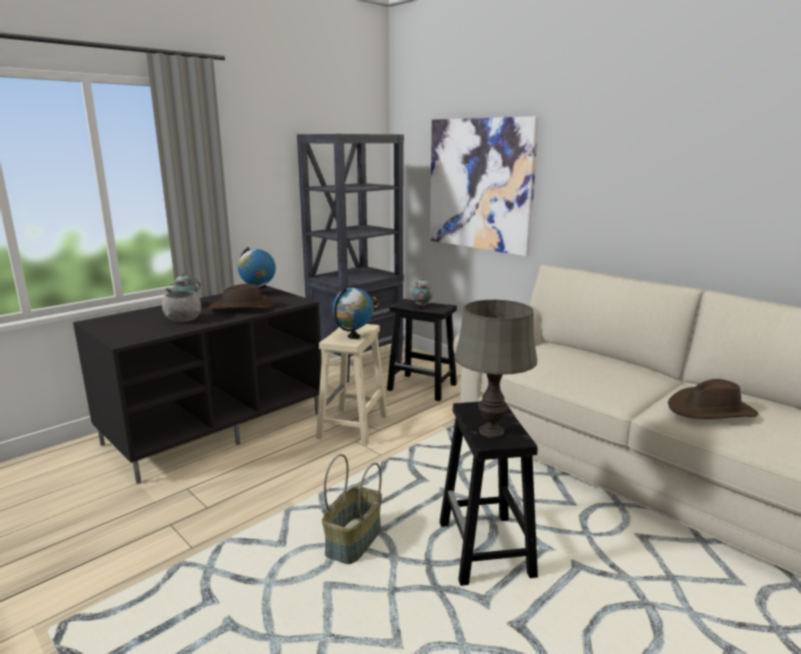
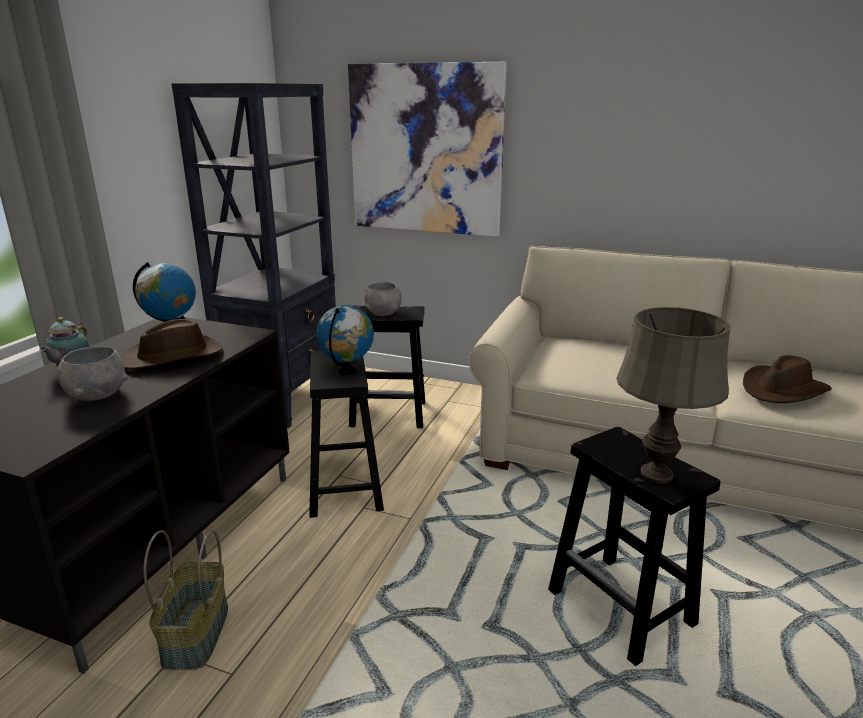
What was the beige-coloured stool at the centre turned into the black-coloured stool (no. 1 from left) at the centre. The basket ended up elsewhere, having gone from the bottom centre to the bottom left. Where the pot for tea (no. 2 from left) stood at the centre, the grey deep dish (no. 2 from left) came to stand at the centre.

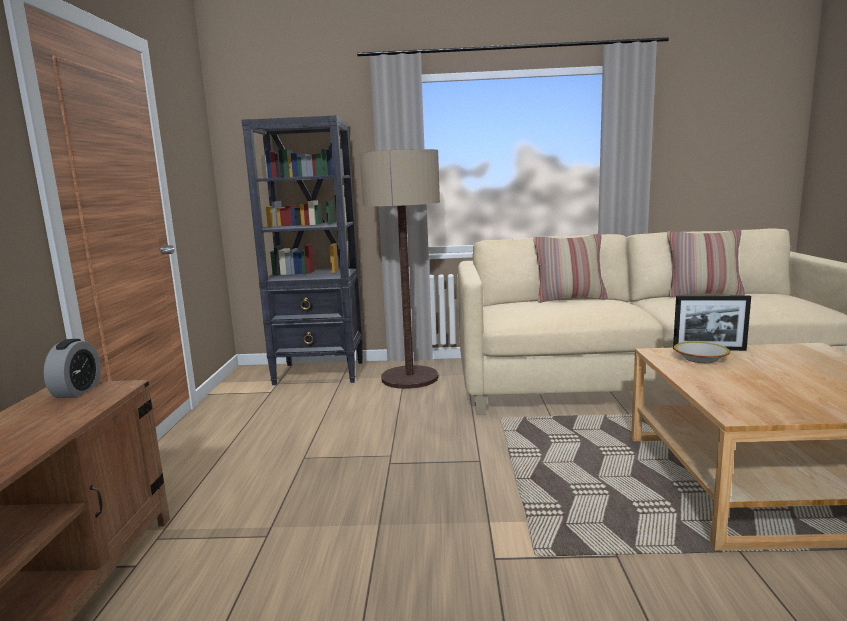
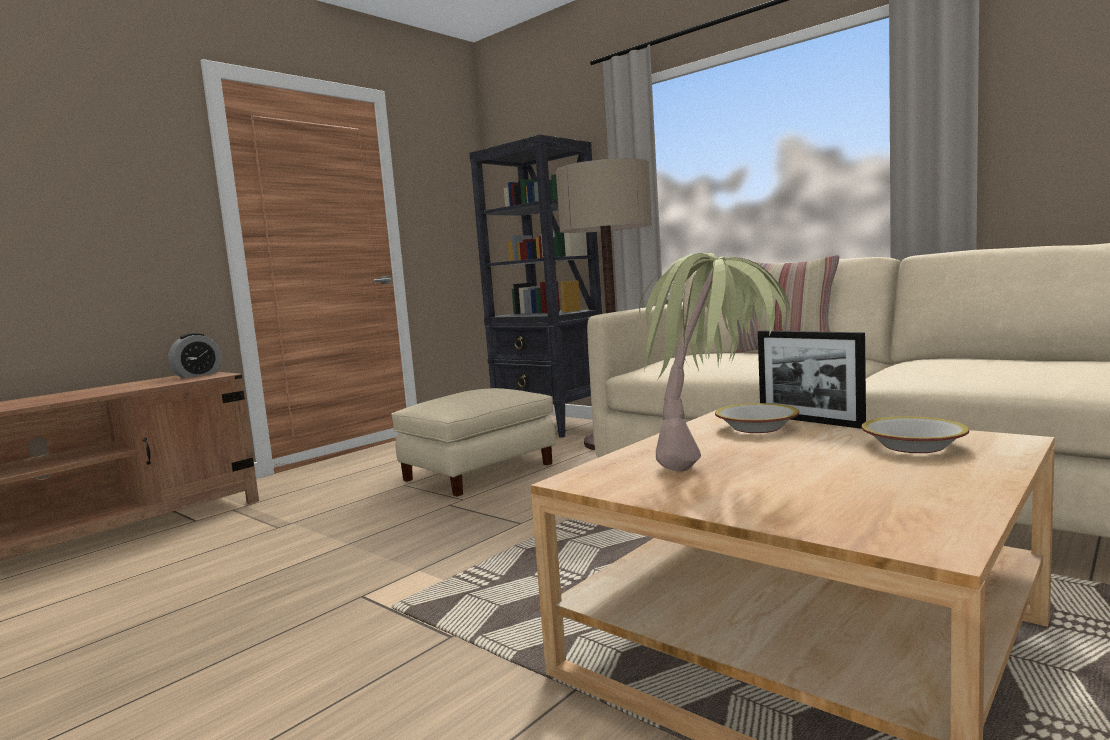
The second view lost the cushion (no. 2 from left) at the middle right. The second view gained the beige-coloured pouffe at the centre. The second view gained the plant in a pot at the centre. The second view gained the deep dish (no. 2 from left) at the middle right.

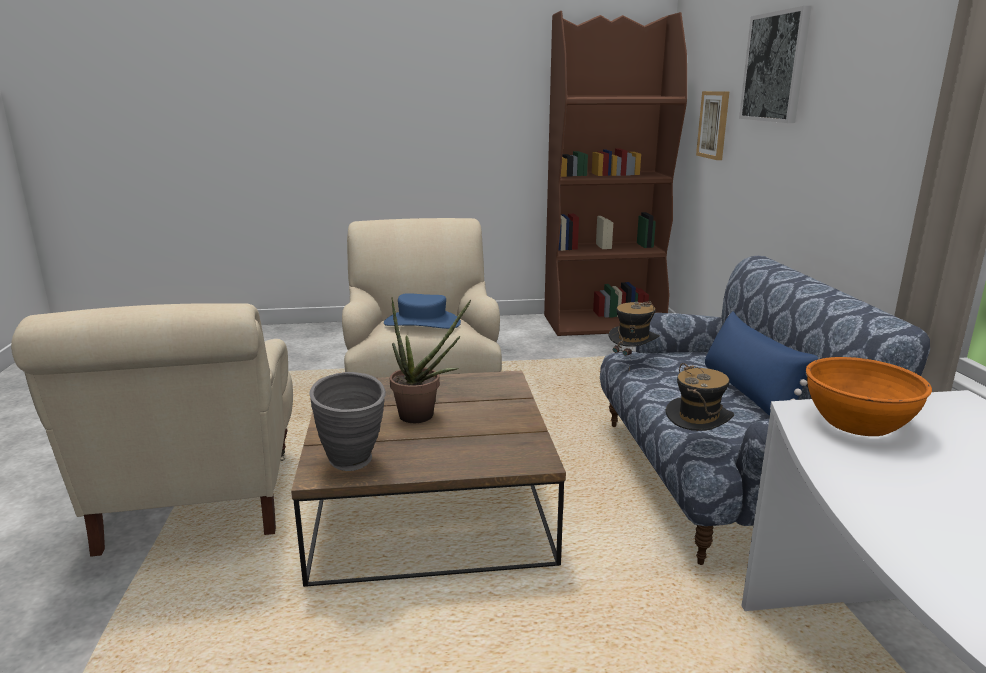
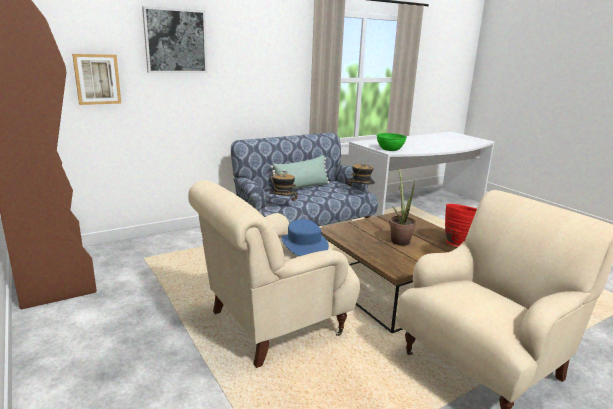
What was the grey flower vase at the centre turned into the red-coloured flower vase at the middle right. What was the blue-coloured cushion at the middle right turned into the green-coloured cushion at the centre. What was the orange deep dish at the middle right turned into the green-coloured deep dish at the centre.

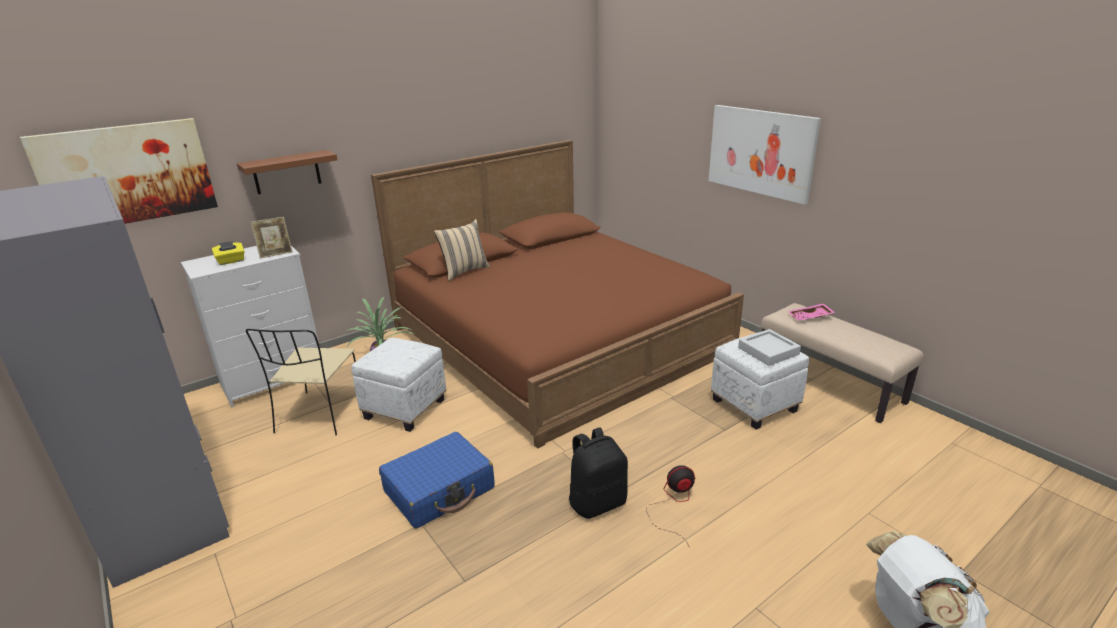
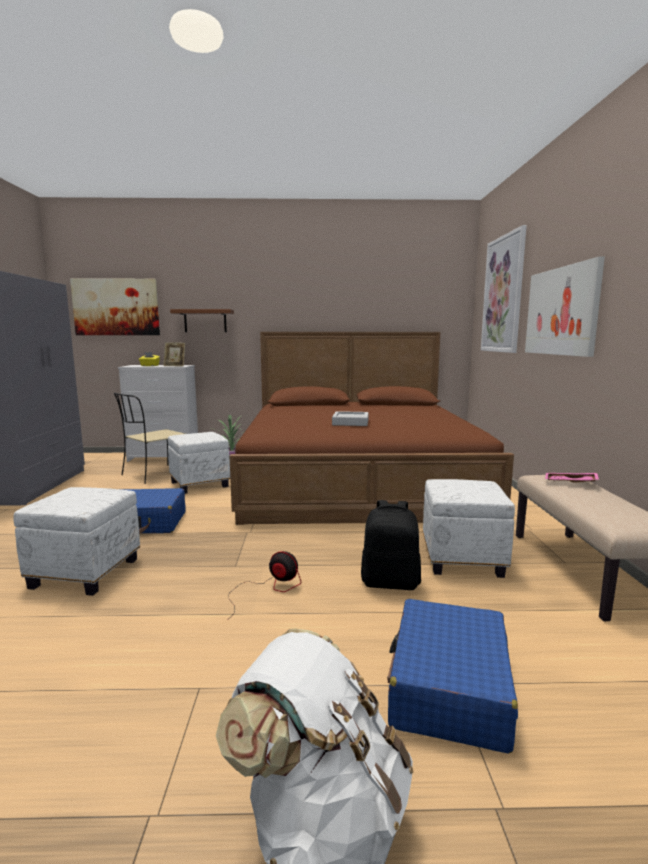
The second view lost the beige-coloured cushion at the centre. The black-coloured knapsack ended up elsewhere, having gone from the bottom centre to the centre. The grey tray ended up elsewhere, having gone from the middle right to the centre. The second view gained the whitish pouffe (no. 1 from left) at the middle left. The second view gained the blue-coloured suitcase (no. 2 from left) at the bottom right. The second view gained the wall picture (no. 2 from left) at the middle right.

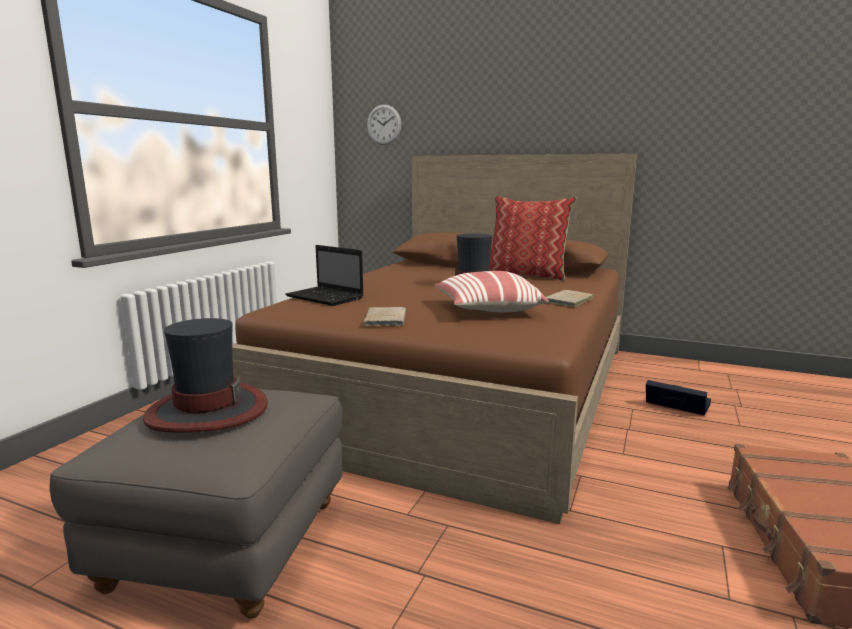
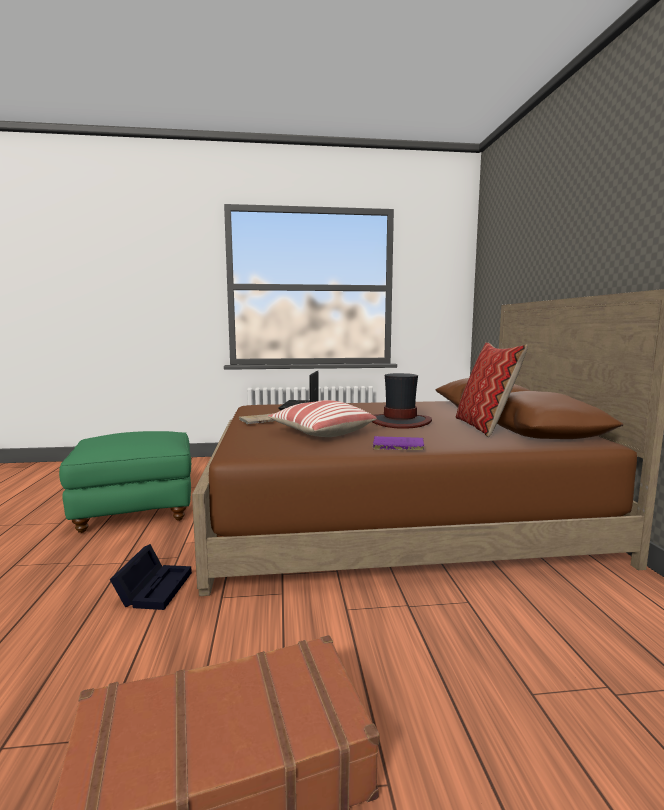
What was the grey pouffe at the bottom left turned into the green-coloured pouffe at the middle left. The second view lost the clothing hat (no. 1 from left) at the middle left. The second view lost the wall clock at the top centre. What was the beige-coloured bound book (no. 2 from left) at the middle right turned into the purplish bound book at the centre. The black-coloured storage container ended up elsewhere, having gone from the middle right to the bottom left.

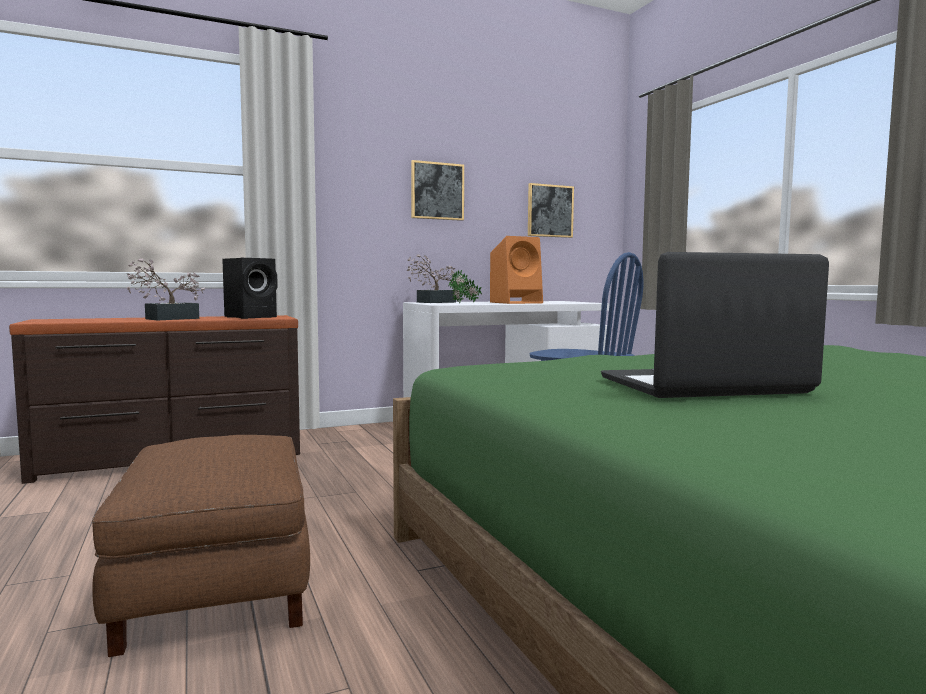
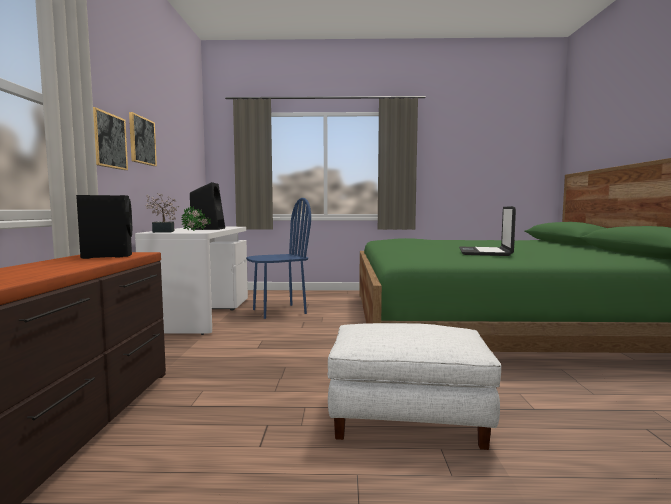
What was the brown pouffe at the bottom left turned into the whitish pouffe at the bottom centre. The second view lost the plant in a pot (no. 1 from left) at the middle left. What was the orange loudspeaker at the centre turned into the black-coloured loudspeaker (no. 2 from left) at the middle left. The wall picture (no. 2 from left in the first image) ended up elsewhere, having gone from the top centre to the top left.

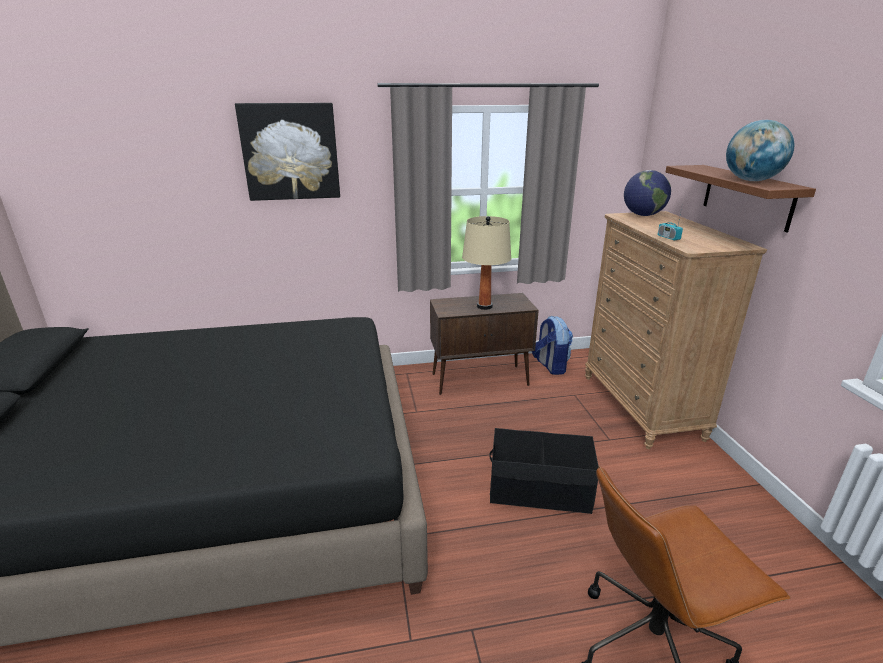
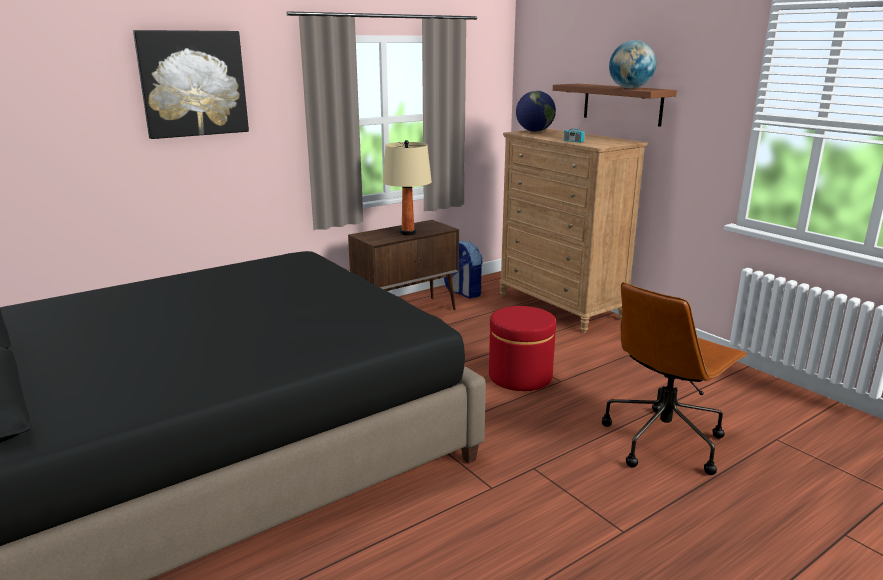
Where the black-coloured storage container stood at the bottom centre, the red-coloured pouffe came to stand at the centre.

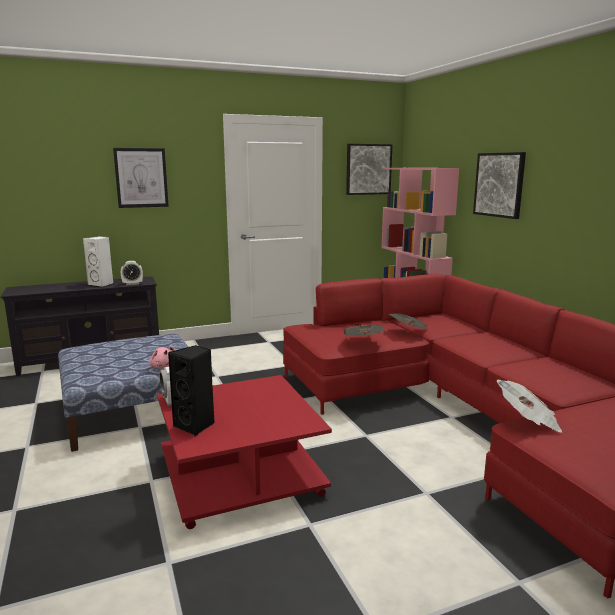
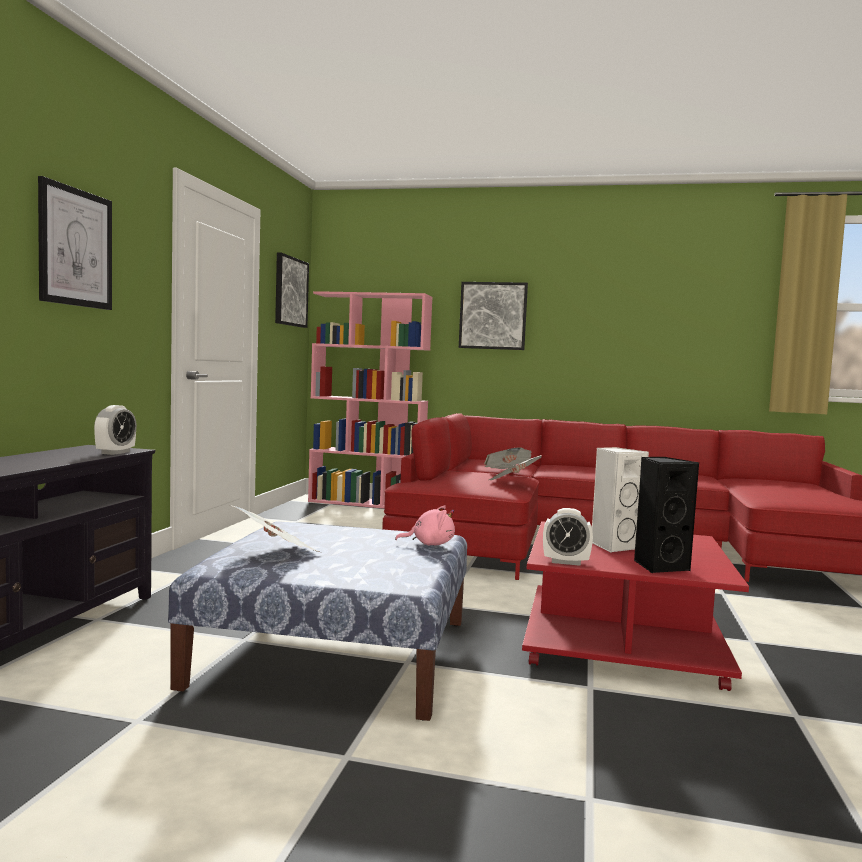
The whitish loudspeaker ended up elsewhere, having gone from the middle left to the middle right. The daily paper (no. 3 from left in the first image) ended up elsewhere, having gone from the middle right to the middle left.

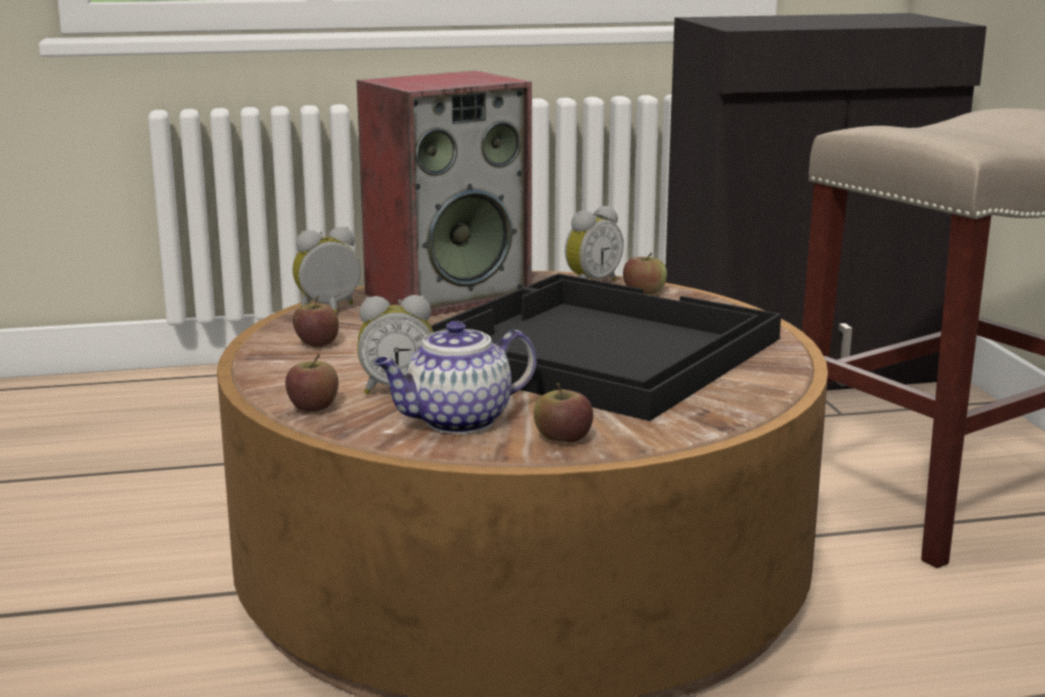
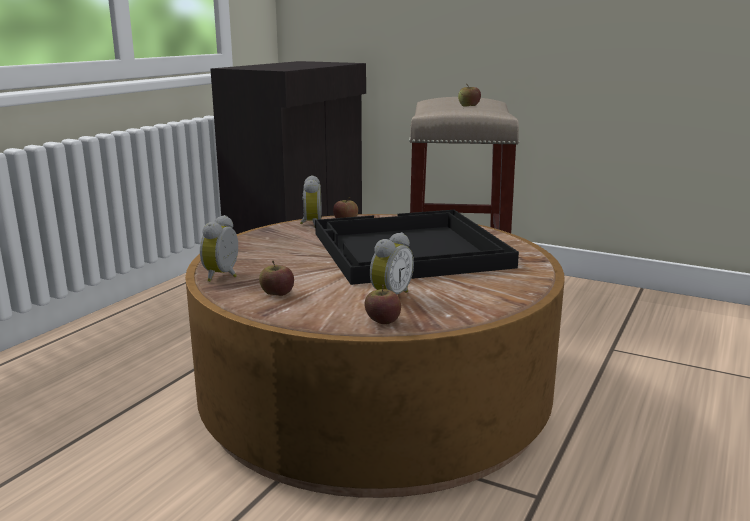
The second view lost the loudspeaker at the top centre. The second view lost the pot for tea at the centre. The apple (no. 3 from left in the first image) ended up elsewhere, having gone from the centre to the top centre.

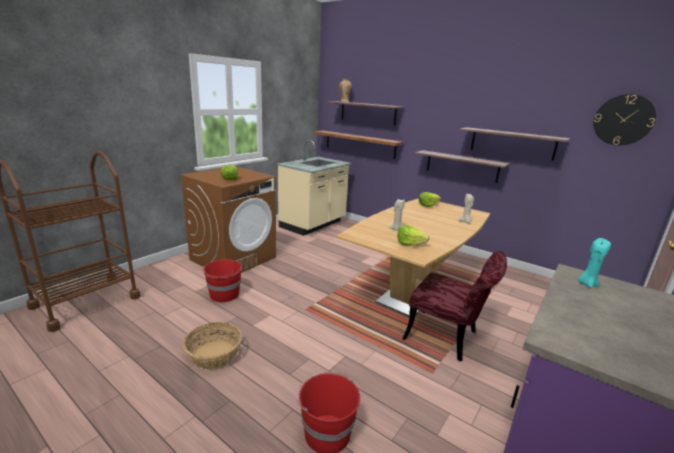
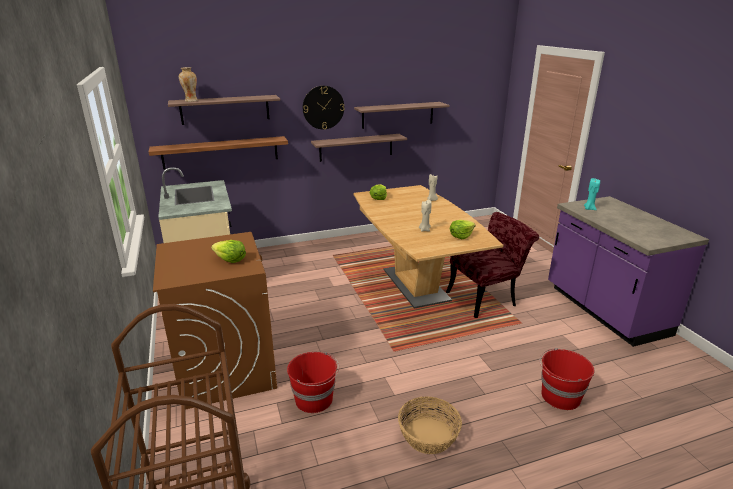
The wall clock ended up elsewhere, having gone from the top right to the top centre.

